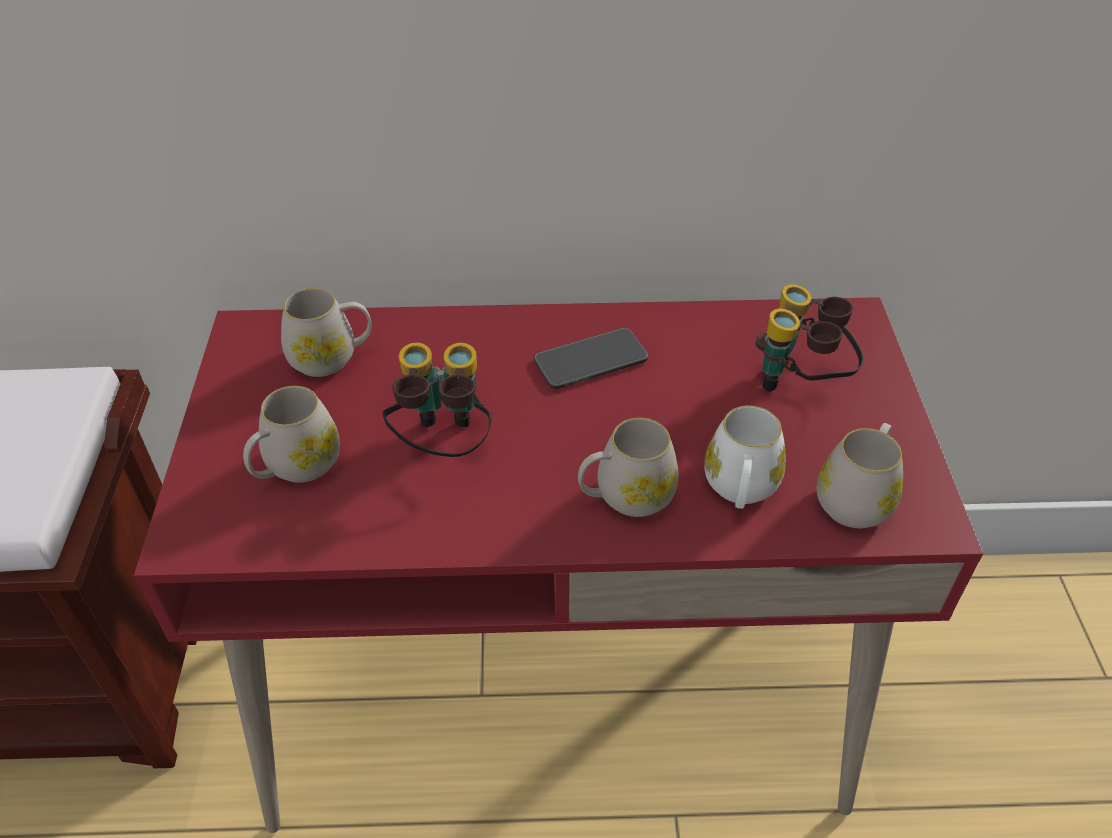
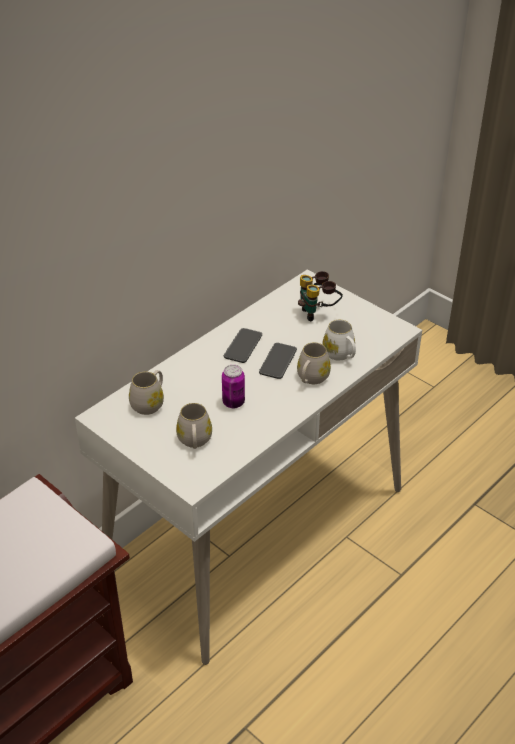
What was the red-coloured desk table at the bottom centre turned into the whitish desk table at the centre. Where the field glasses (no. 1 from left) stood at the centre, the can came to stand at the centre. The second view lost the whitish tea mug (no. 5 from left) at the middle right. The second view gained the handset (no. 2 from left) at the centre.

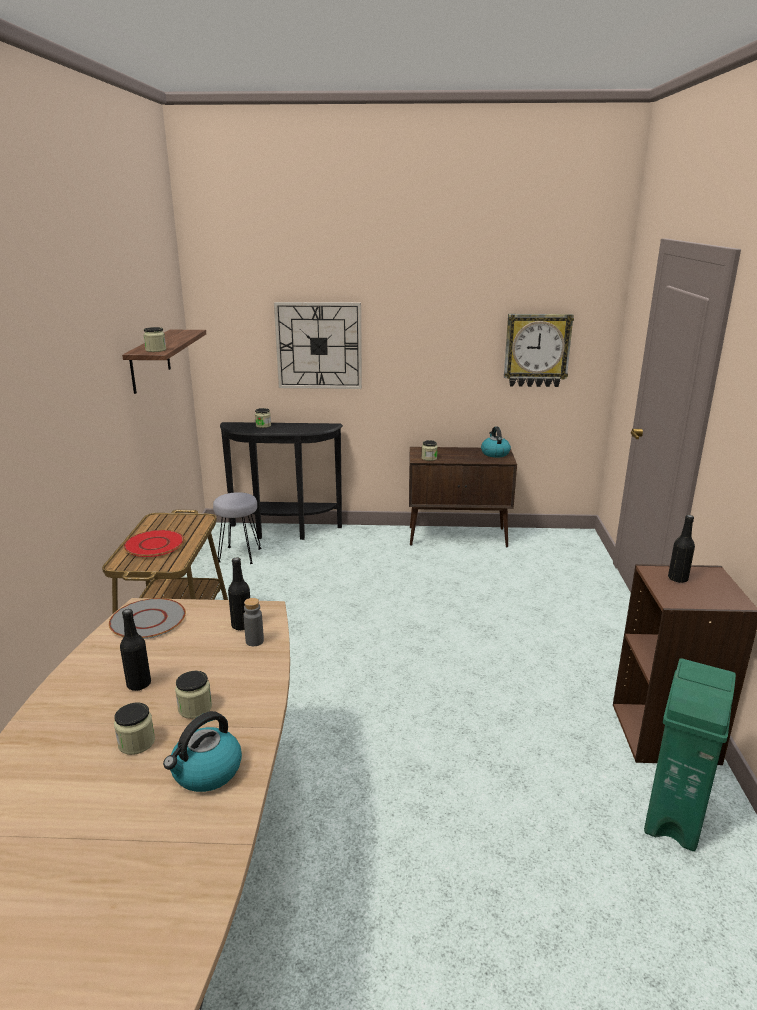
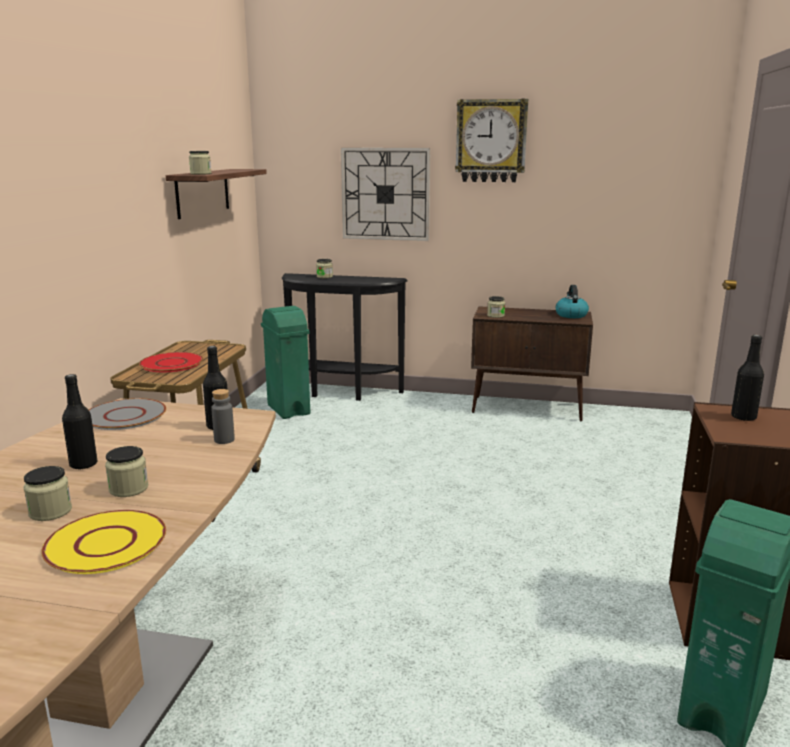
Where the water kettle (no. 1 from left) stood at the bottom left, the yellow flat dish came to stand at the bottom left. Where the grey stool stood at the middle left, the green-coloured rubbish bin (no. 1 from left) came to stand at the centre. The wall clock (no. 2 from left) ended up elsewhere, having gone from the middle right to the top centre.

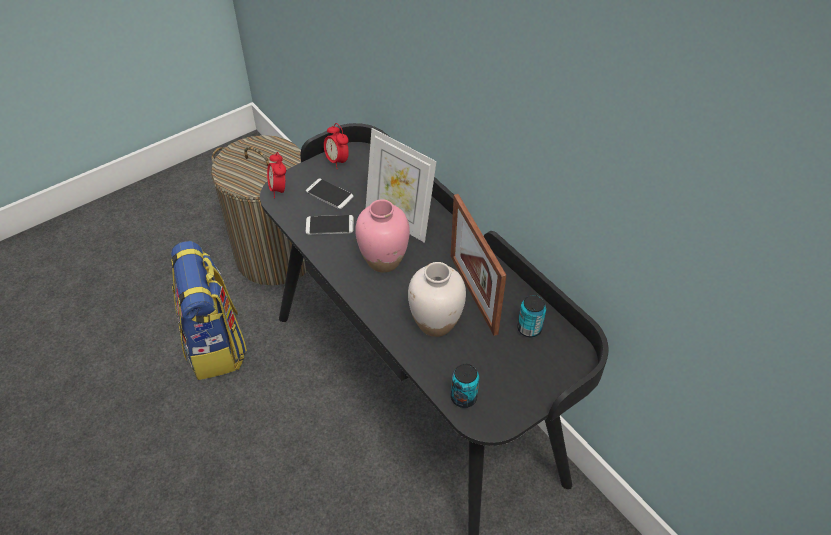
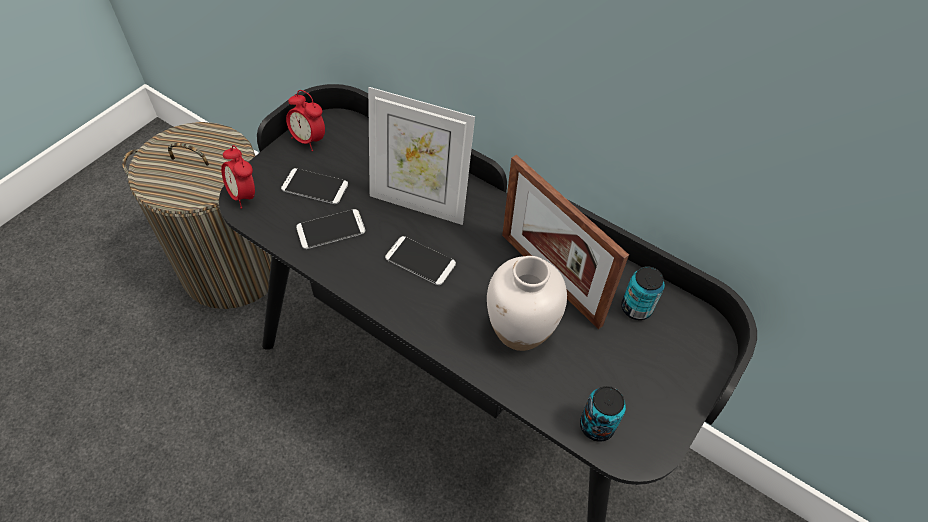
The second view lost the knapsack at the middle left. Where the pink-coloured flower vase stood at the centre, the handset (no. 3 from left) came to stand at the centre.

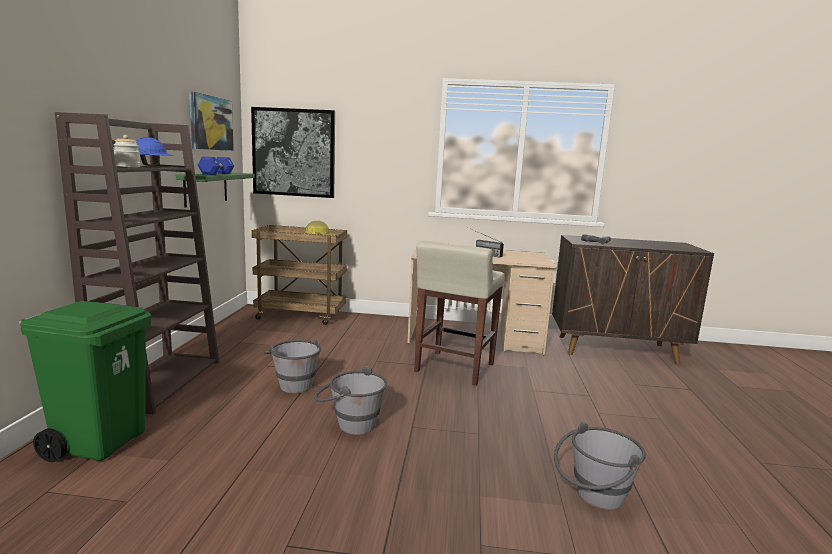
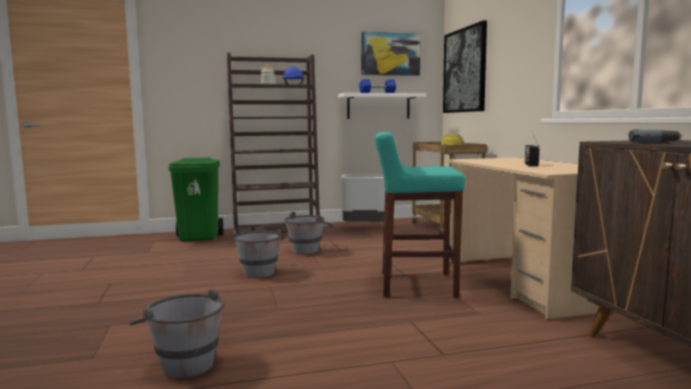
What was the green-coloured bracket shelf at the middle left turned into the whitish bracket shelf at the top centre. What was the beige-coloured stool at the centre turned into the turquoise-coloured stool at the centre. The second view gained the grey rubbish bin at the centre.

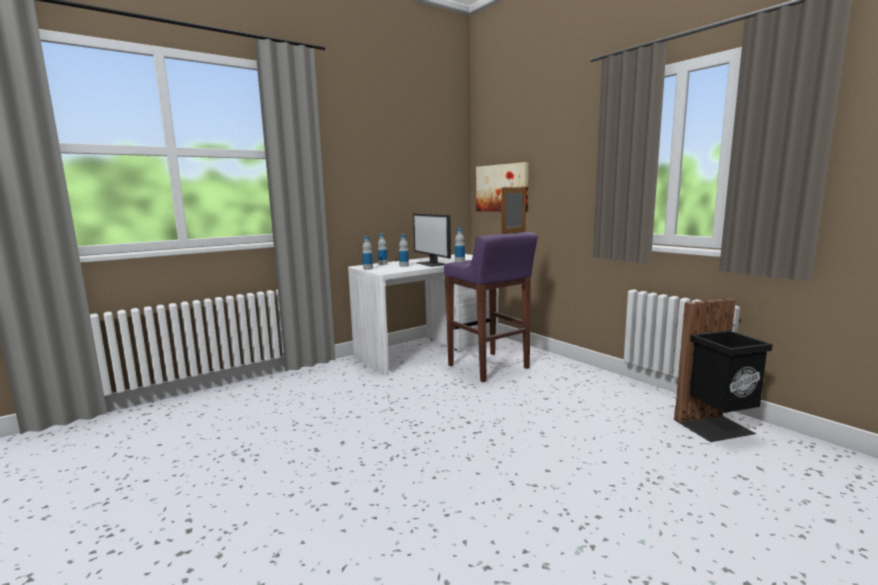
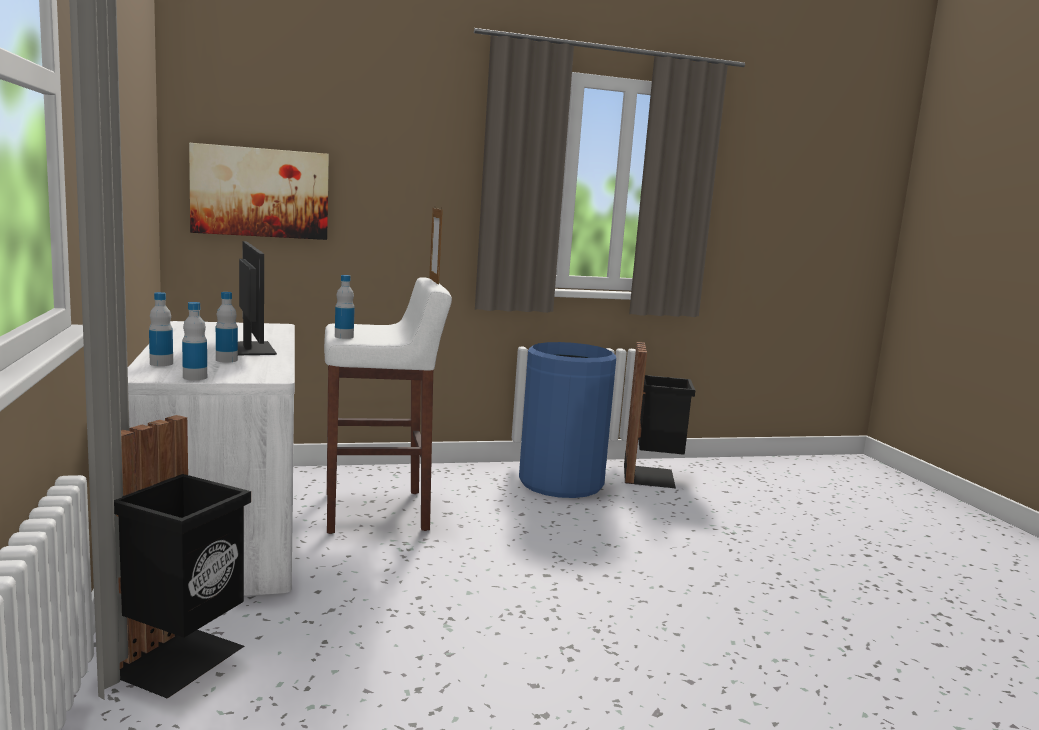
The monitor at the centre ended up facing another way, 105 degrees counterclockwise from before. What was the purplish stool at the centre turned into the whitish stool at the centre. The second view gained the black-coloured rubbish bin (no. 1 from left) at the bottom left. The second view gained the blue-coloured rubbish bin at the centre.

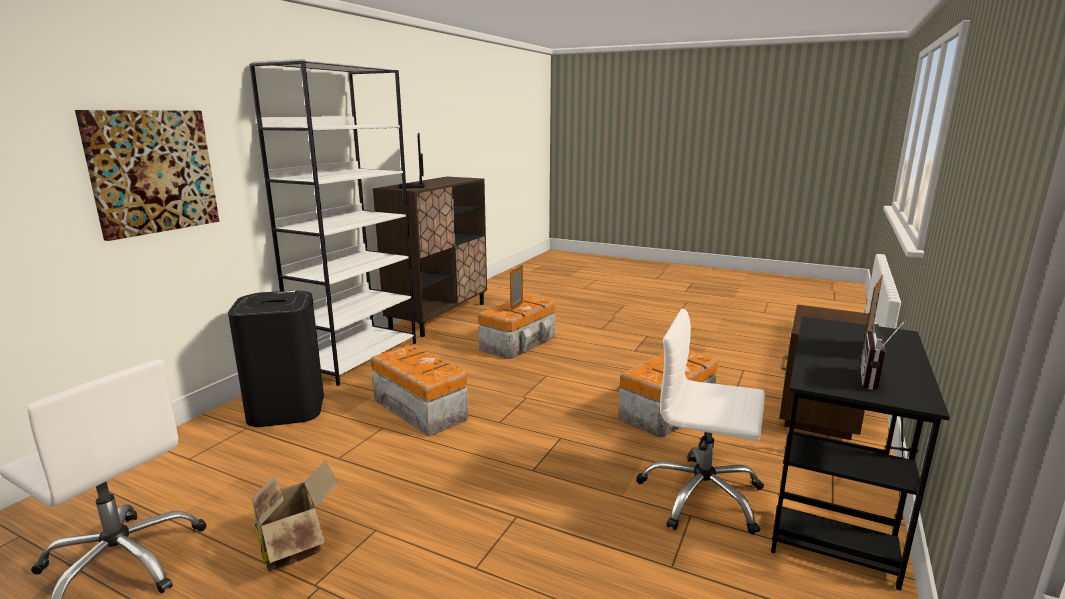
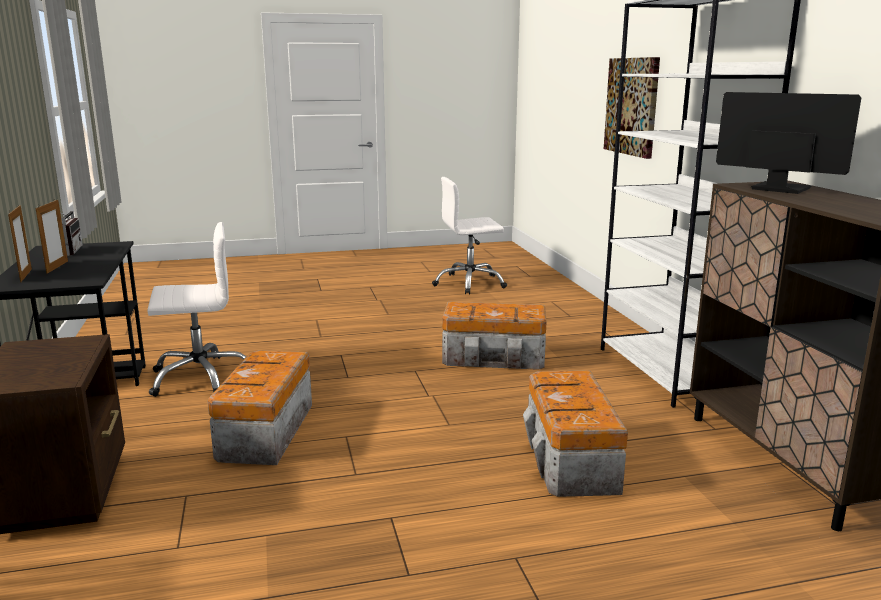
The second view lost the black-coloured rubbish bin at the middle left. The second view lost the packing box at the bottom left. The standing frame (no. 1 from left) ended up elsewhere, having gone from the centre to the middle left.

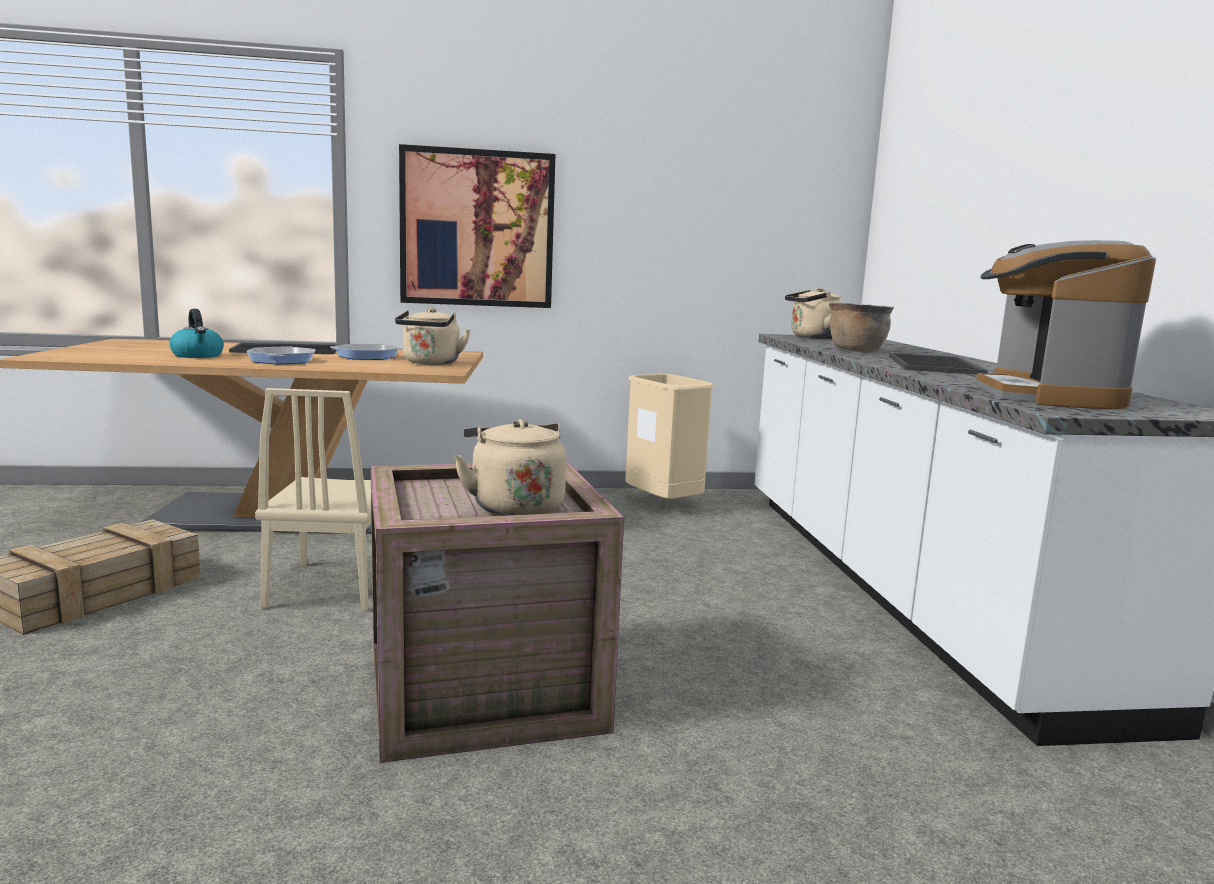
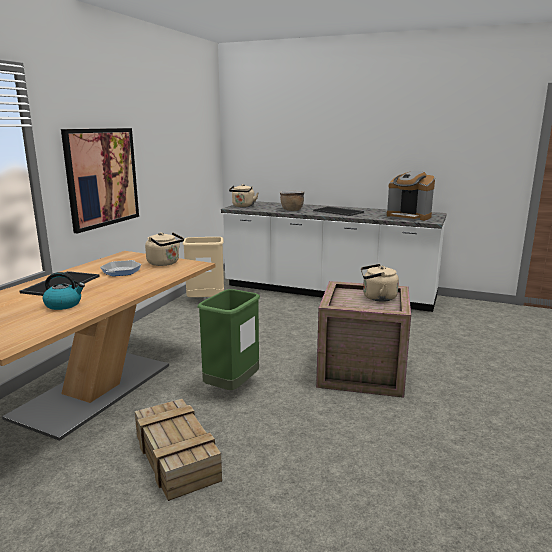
The second view lost the pan (no. 1 from left) at the middle left. Where the beige-coloured chair stood at the middle left, the green-coloured rubbish bin came to stand at the centre.

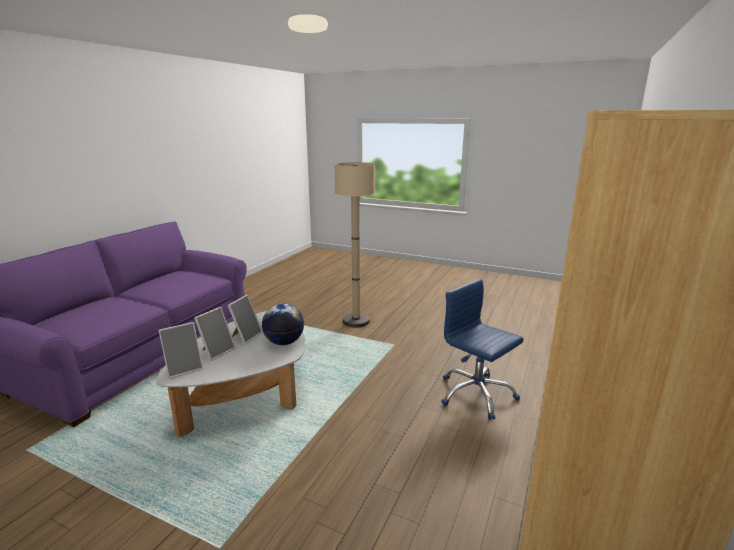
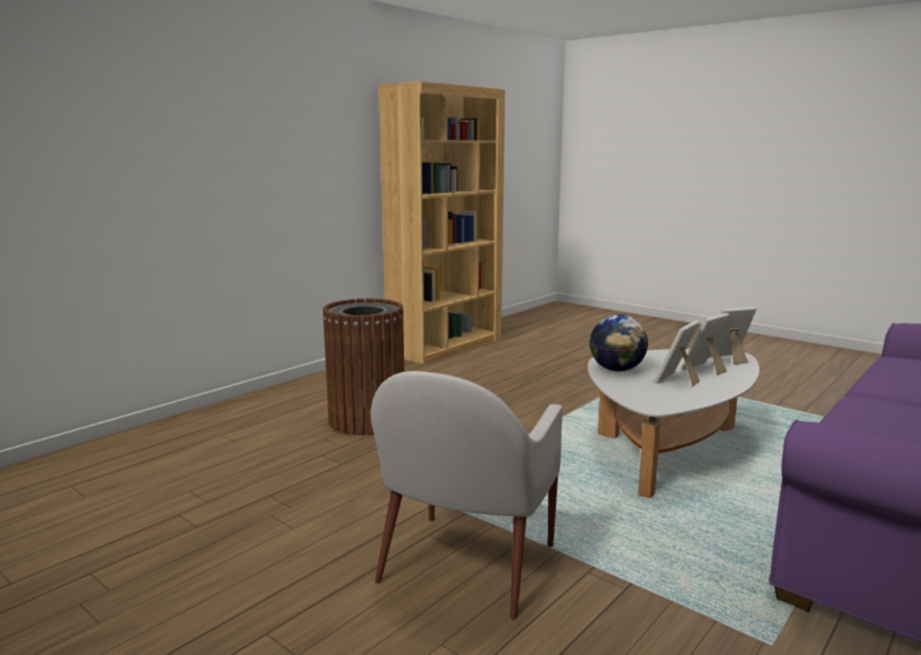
Where the beige-coloured standing lamp stood at the centre, the whitish lounge chair came to stand at the bottom centre. Where the blue-coloured computer chair stood at the centre, the brown rubbish bin came to stand at the centre.

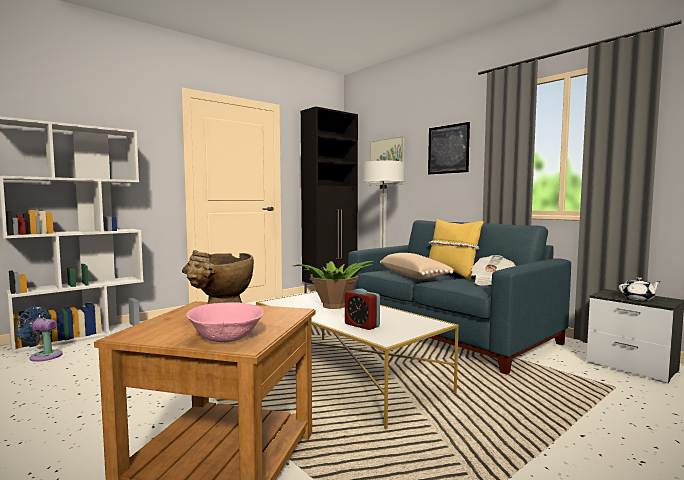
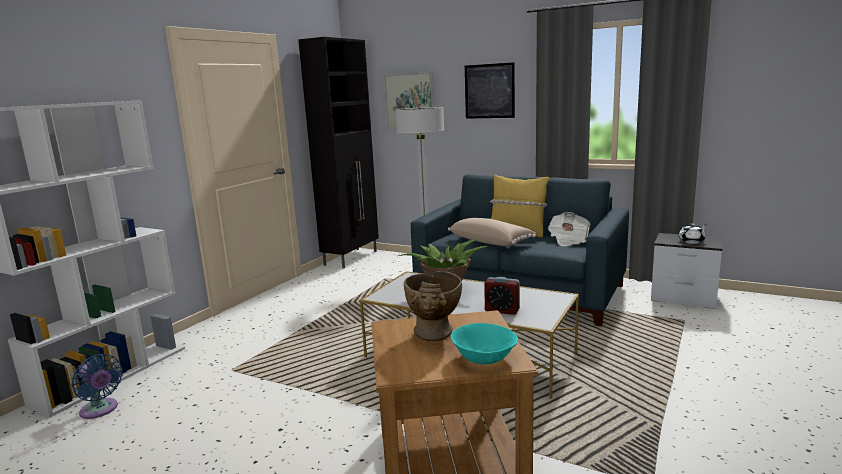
The blue-coloured cooling fan at the bottom left ended up facing another way, 135 degrees counterclockwise from before. What was the pink-coloured deep dish at the bottom left turned into the turquoise-coloured deep dish at the bottom centre.

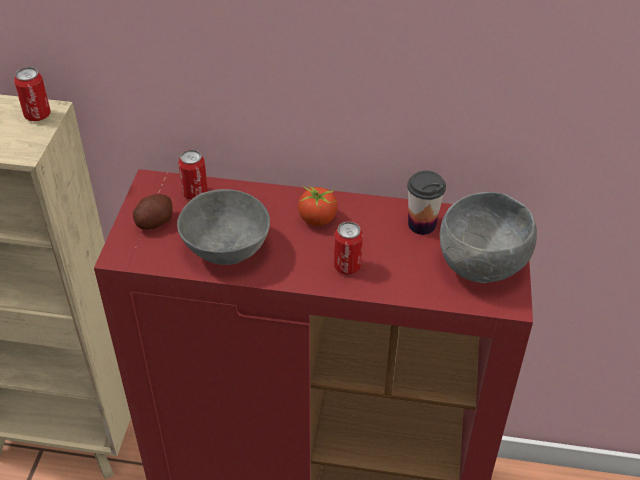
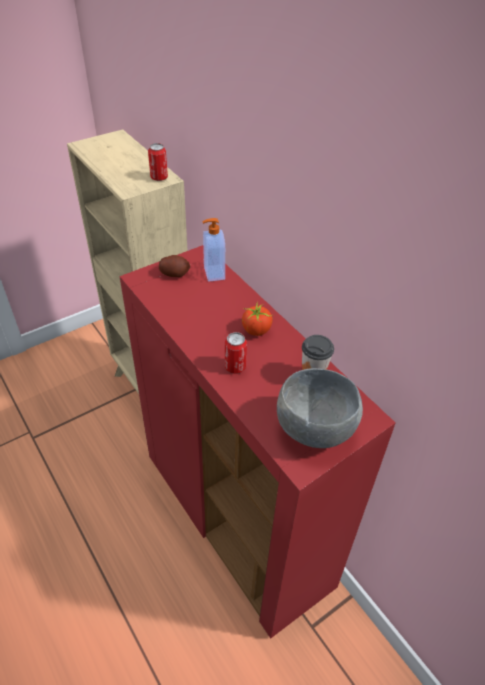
The second view lost the grey deep dish (no. 1 from left) at the centre. Where the can (no. 2 from left) stood at the middle left, the liquid soap bottle came to stand at the centre.

